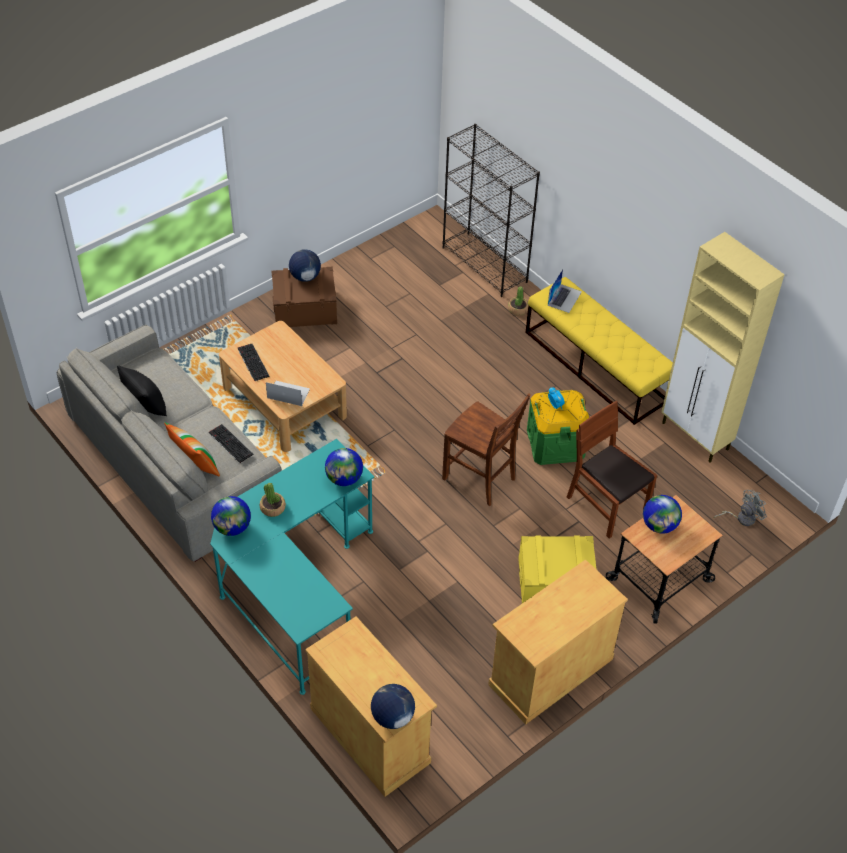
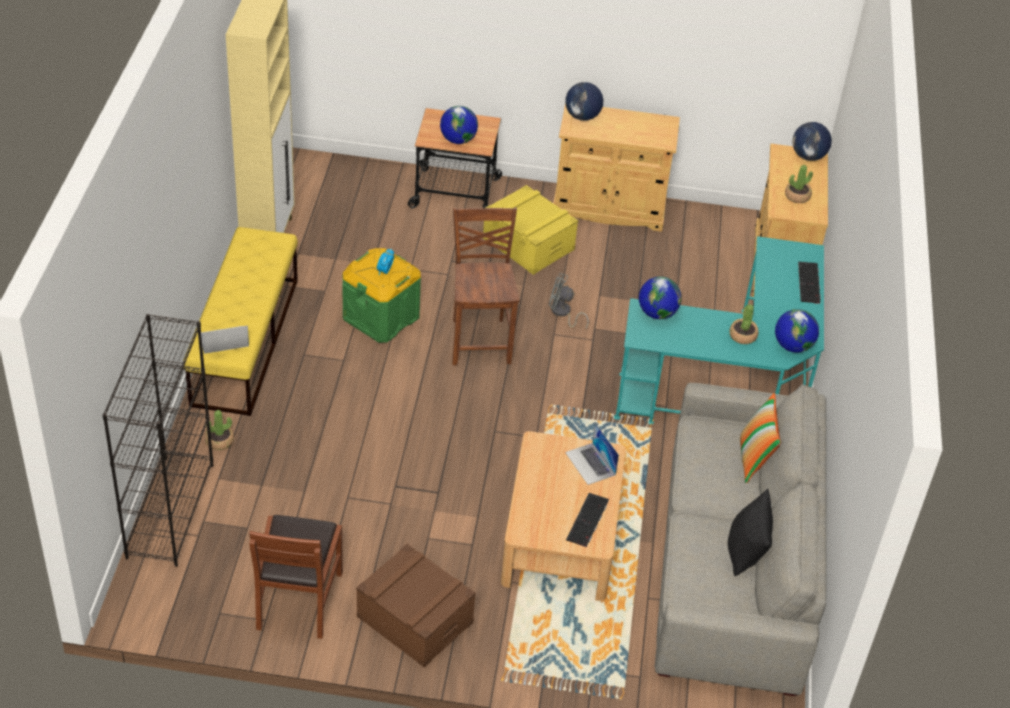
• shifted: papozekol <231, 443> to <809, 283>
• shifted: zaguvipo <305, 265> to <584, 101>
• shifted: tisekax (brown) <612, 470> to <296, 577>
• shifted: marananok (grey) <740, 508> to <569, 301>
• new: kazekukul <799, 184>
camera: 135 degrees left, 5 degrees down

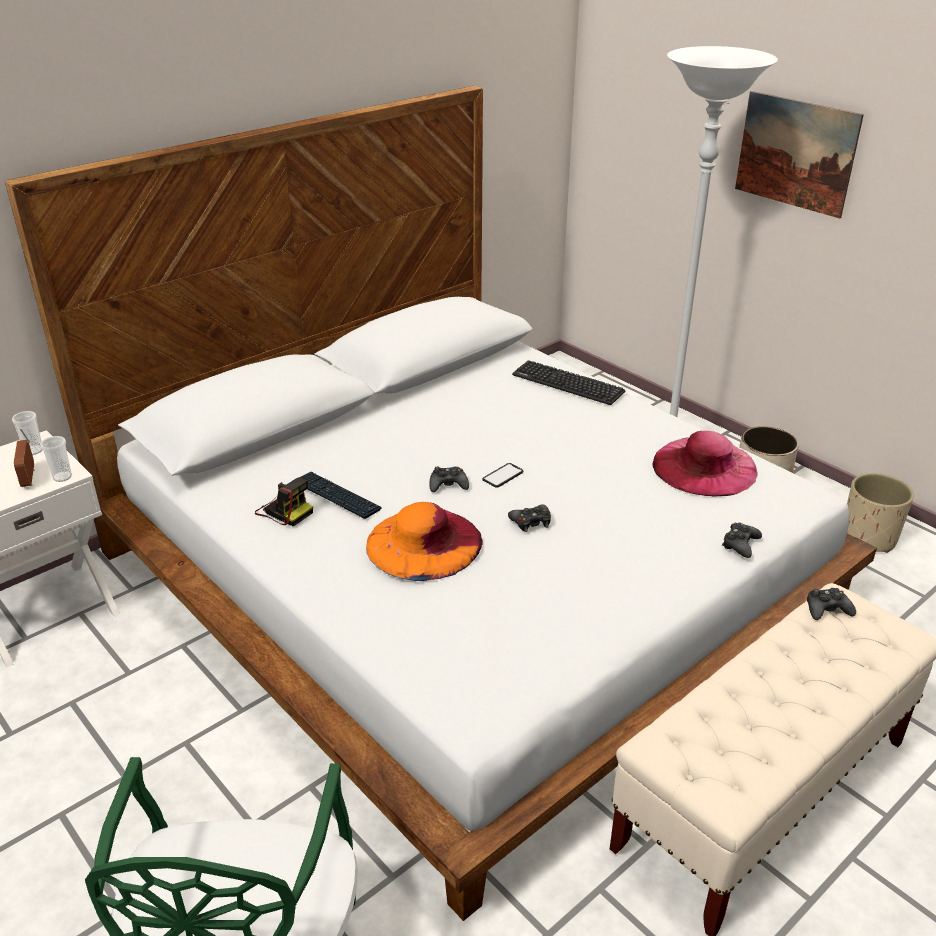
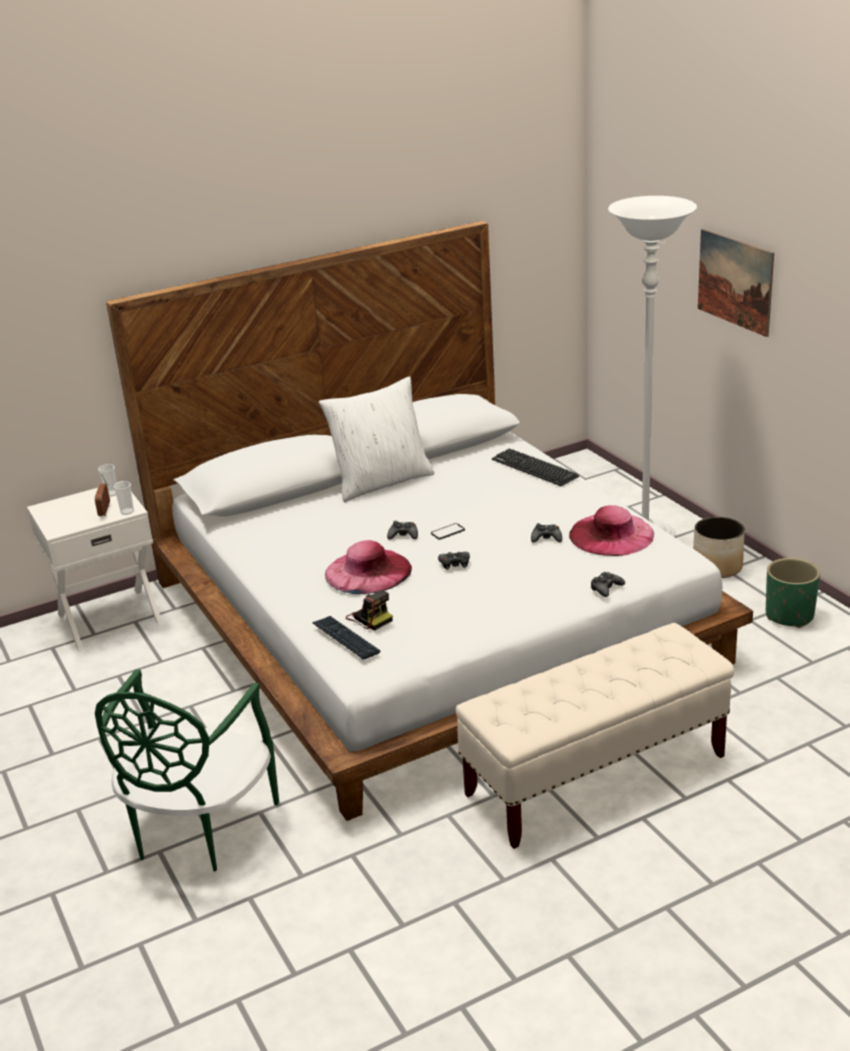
• shifted: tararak <284, 502> to <369, 610>
• shifted: papozekol <340, 495> to <346, 637>
• repainted: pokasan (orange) <424, 541> to pokasan (pink) <368, 567>
• shifted: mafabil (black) <831, 604> to <546, 533>
• repainted: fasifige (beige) <880, 513> to fasifige (green) <793, 593>
• new: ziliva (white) <377, 439>
camera: 15 degrees right, 5 degrees down

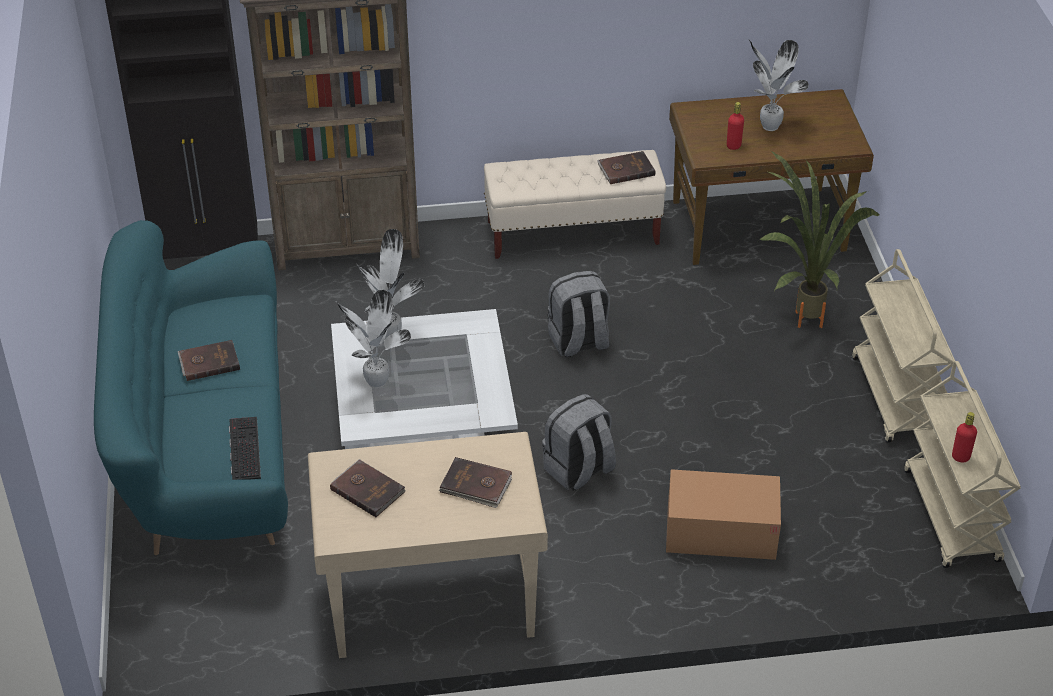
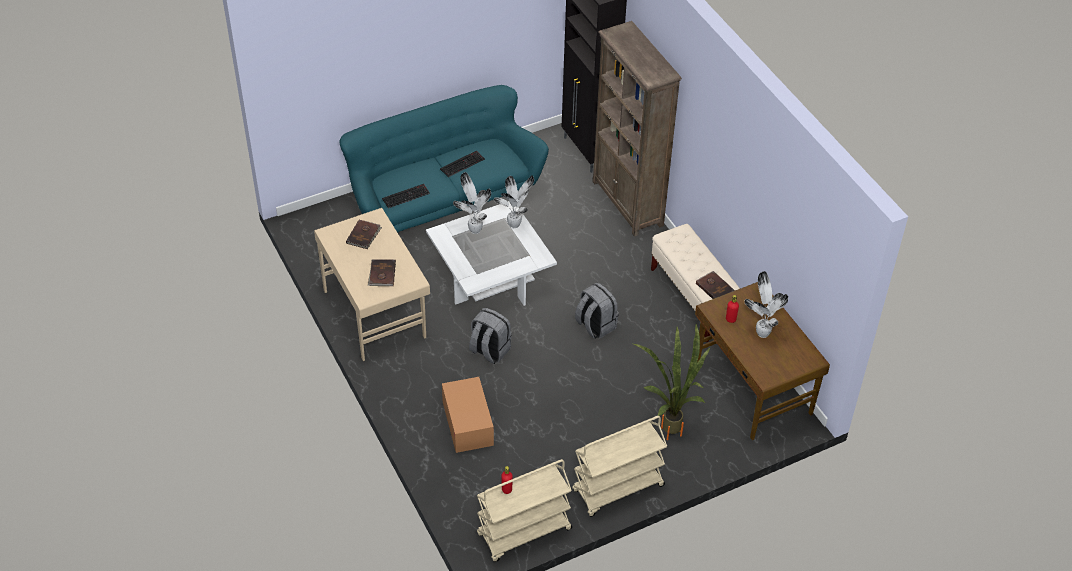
• swapped: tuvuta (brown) <209, 360> to papozekol <462, 164>
camera: 70 degrees right, 5 degrees up

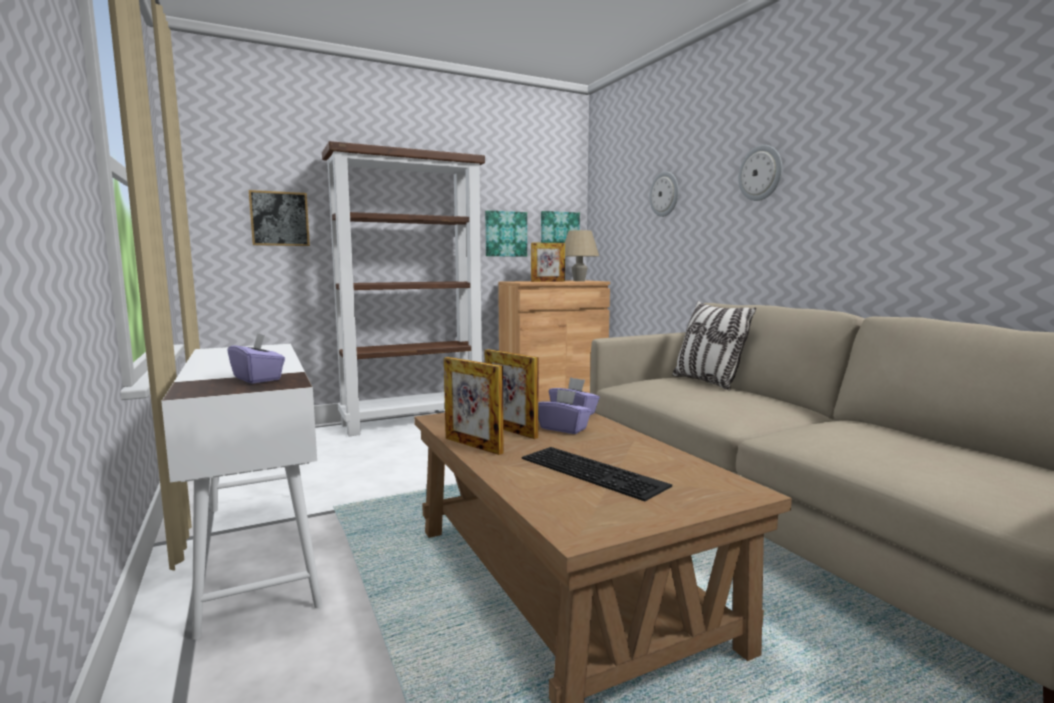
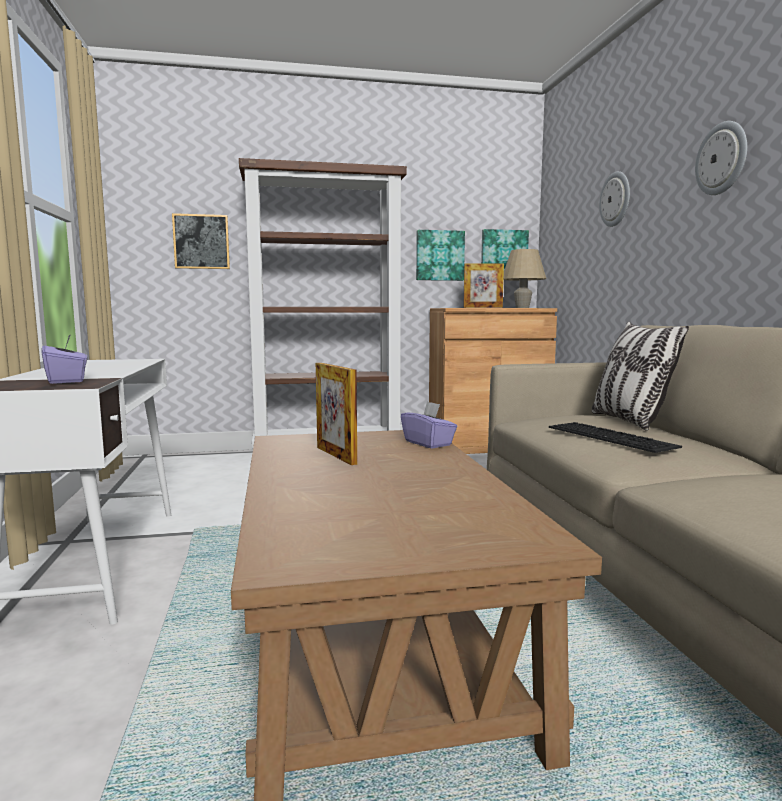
• gone: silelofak <473, 406>
• shifted: papozekol <597, 474> to <615, 437>
• gone: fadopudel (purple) <565, 411>
camera: 15 degrees right, 0 degrees up

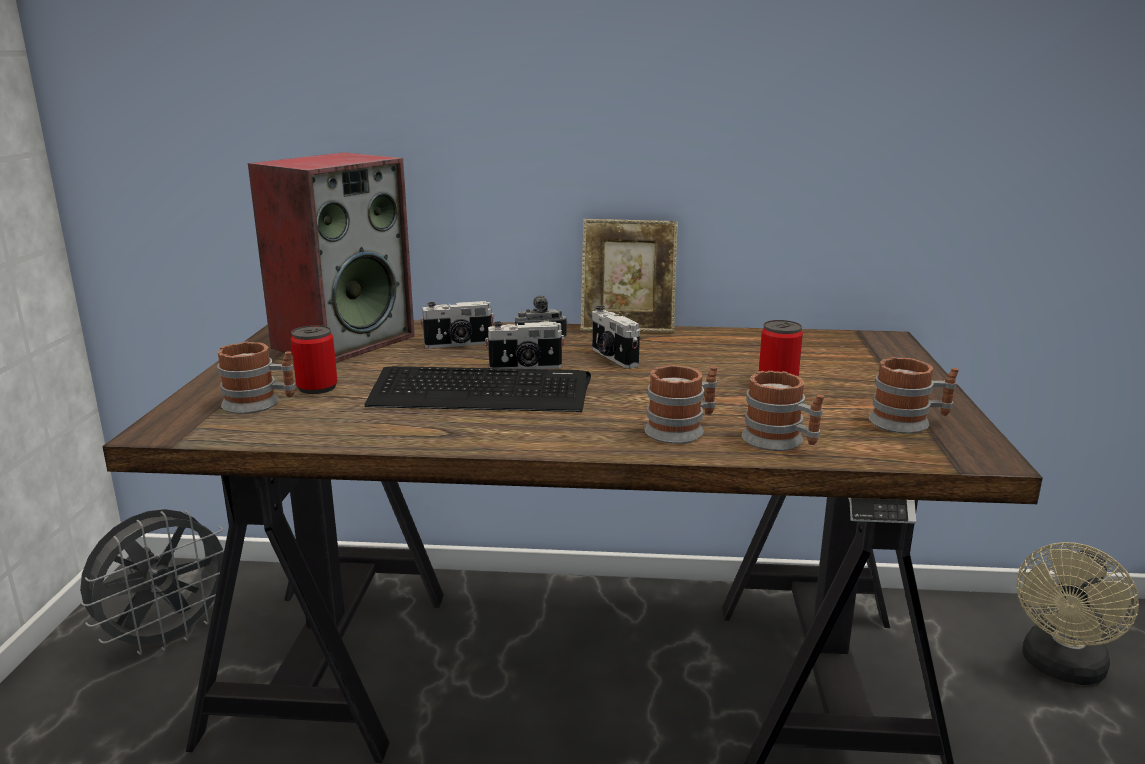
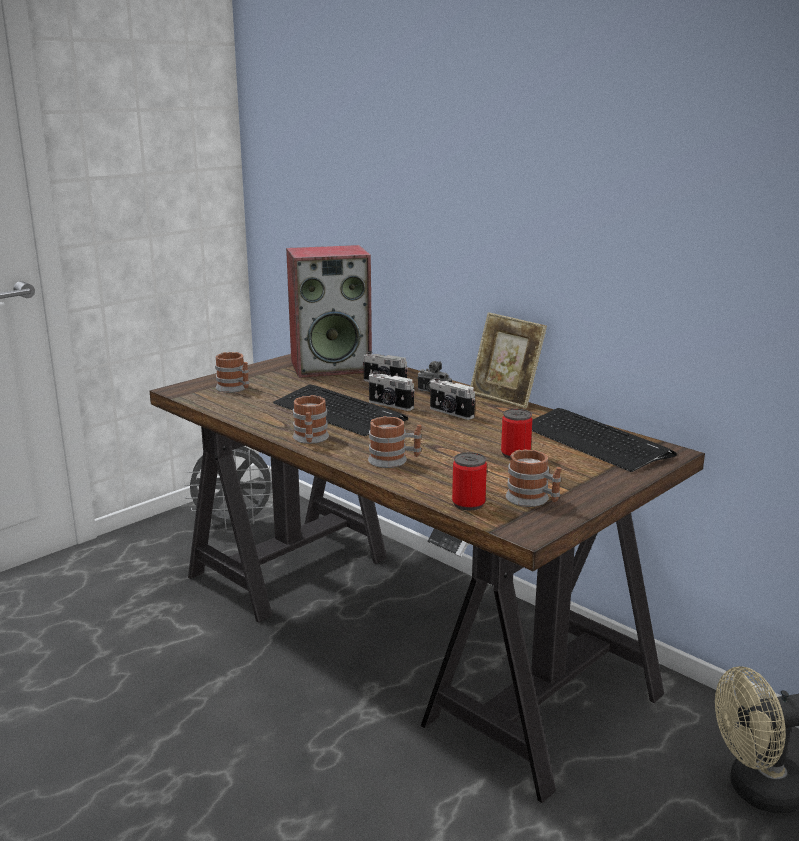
• shifted: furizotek <314, 359> to <469, 481>
• rotated: tararak <616, 337> = <452, 398> 60 degrees counterclockwise
• shifted: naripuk <783, 411> to <311, 419>
• new: papozekol <604, 440>
camera: 40 degrees right, 0 degrees up

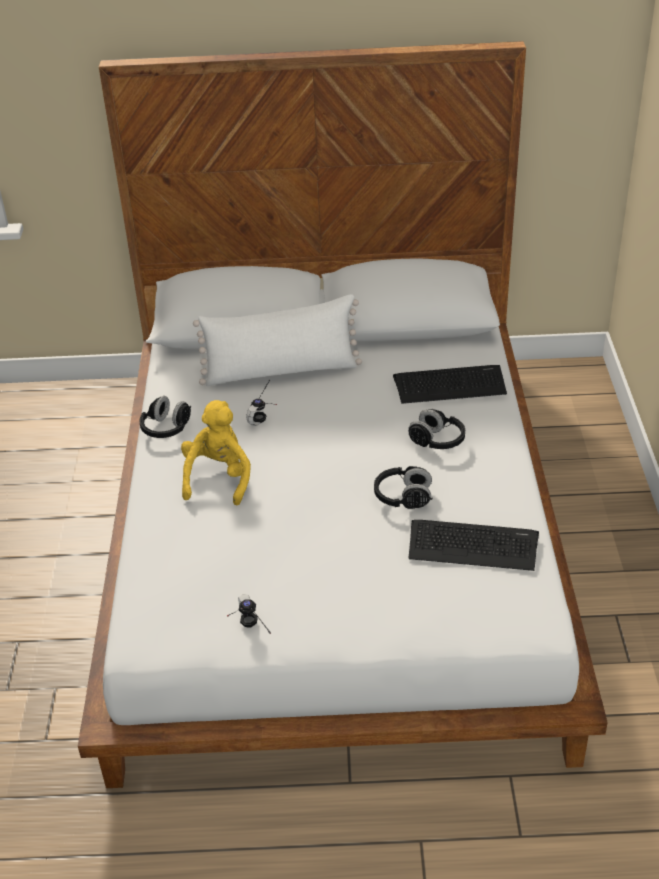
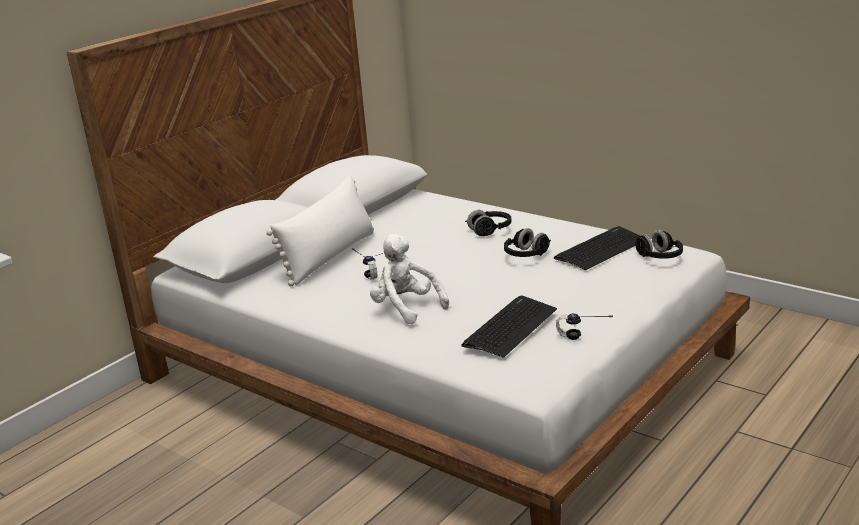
• shifted: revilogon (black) <165, 417> to <659, 244>
• repainted: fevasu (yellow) <216, 452> to fevasu (white) <409, 279>
• shifted: papozekol <450, 384> to <509, 327>
camera: 50 degrees left, 15 degrees down

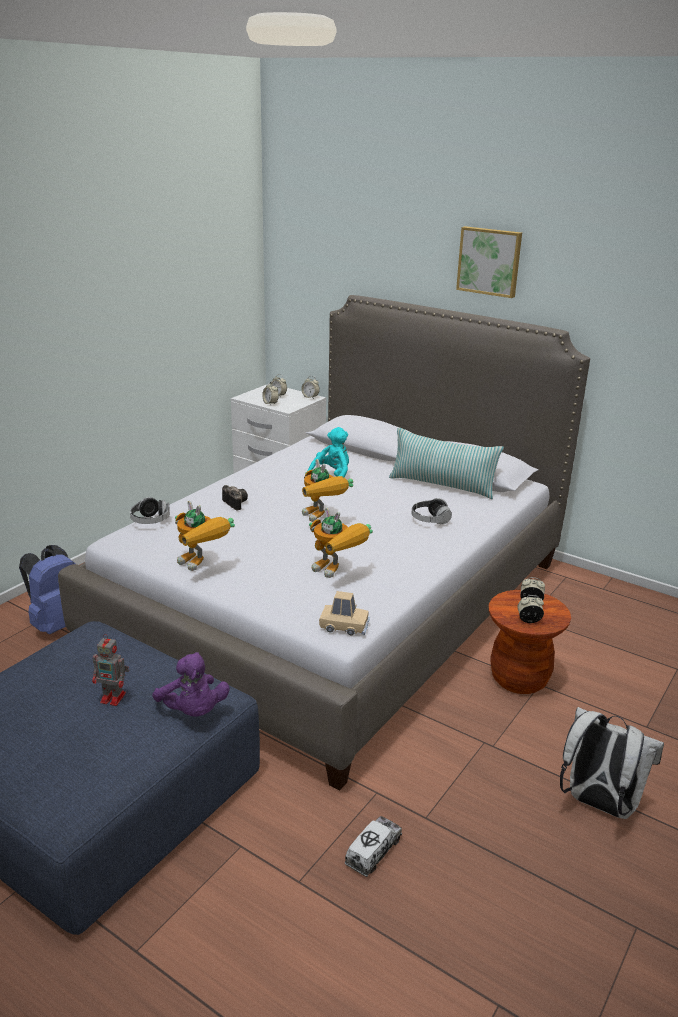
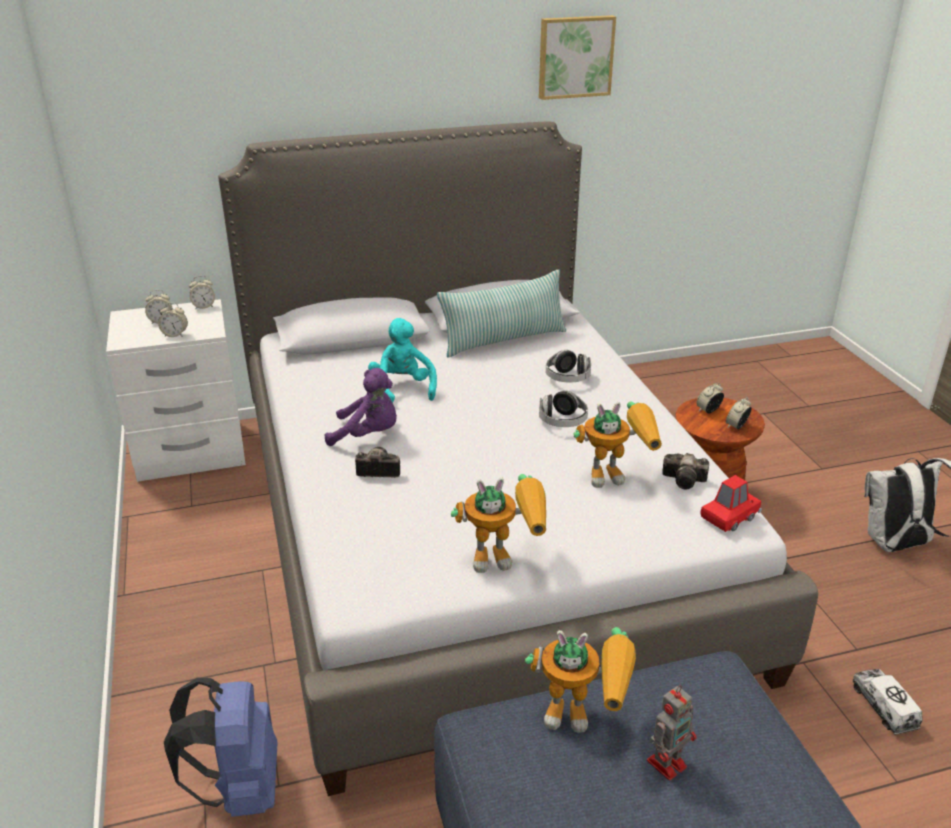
• shifted: revilogon <150, 510> to <563, 408>
• shifted: fevasu (purple) <191, 684> to <361, 407>
• shifted: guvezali <327, 490> to <580, 680>
• repainted: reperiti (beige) <344, 613> to reperiti (red) <731, 503>
• shifted: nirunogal <489, 262> to <577, 57>
• new: tararak <685, 471>
camera: 50 degrees left, 5 degrees up

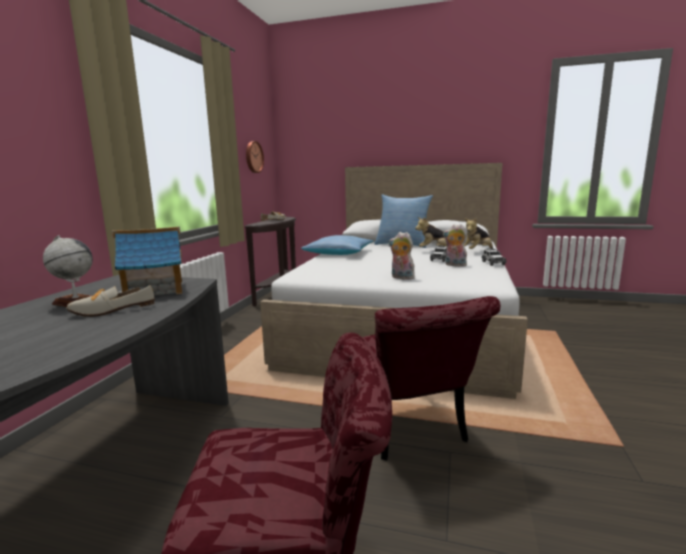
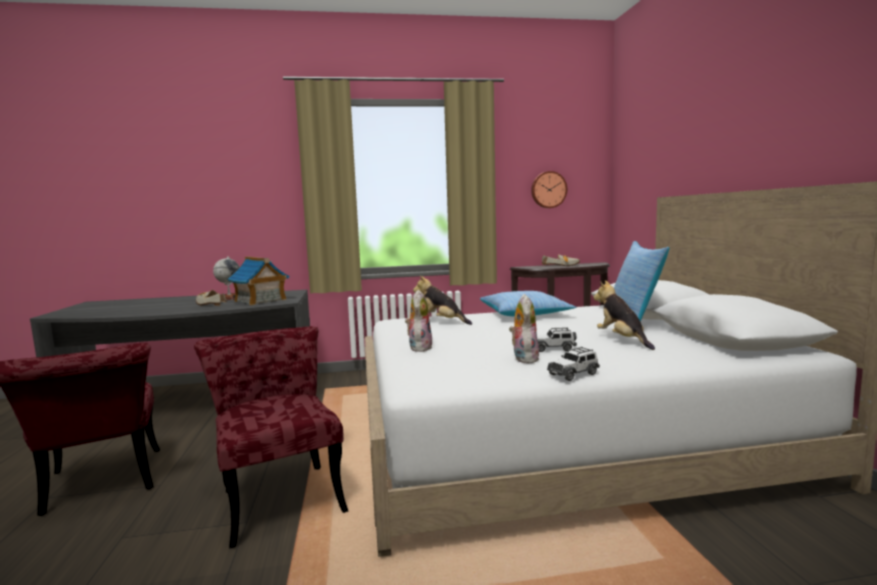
• rotated: tisekax (red) <431, 378> = <271, 437> 105 degrees clockwise
• shifted: fevasu <478, 233> to <442, 300>
camera: 65 degrees right, 5 degrees down

